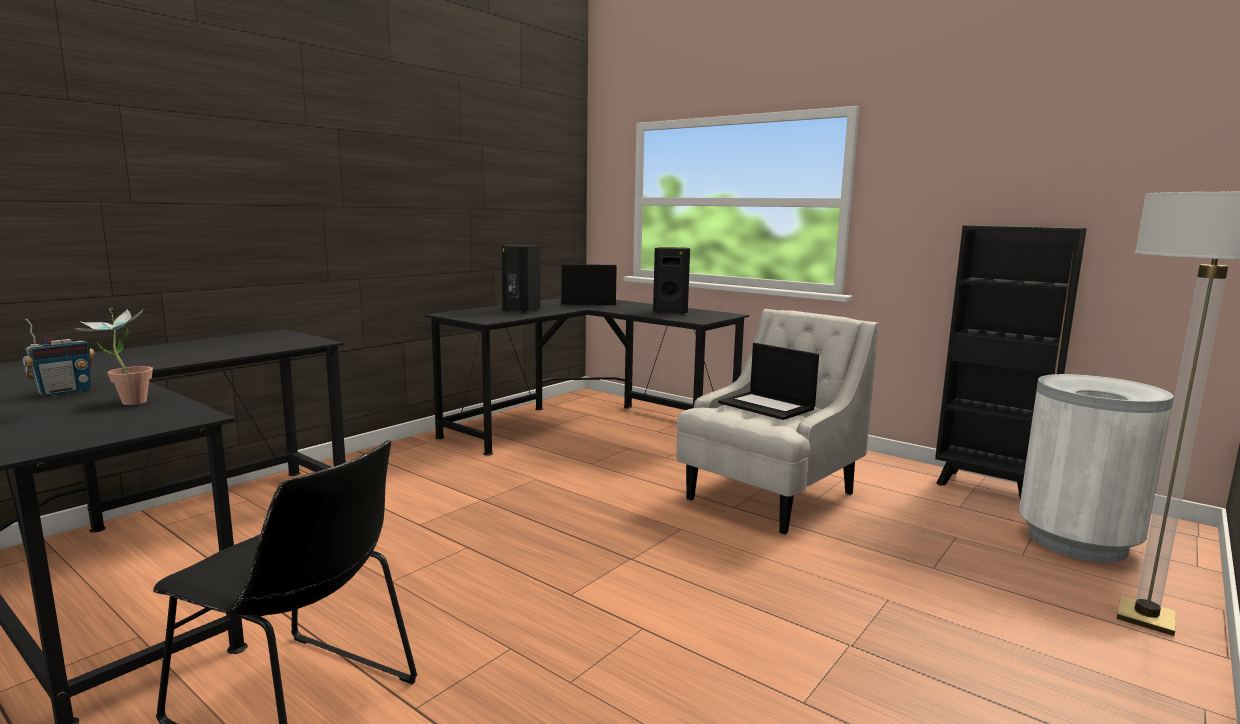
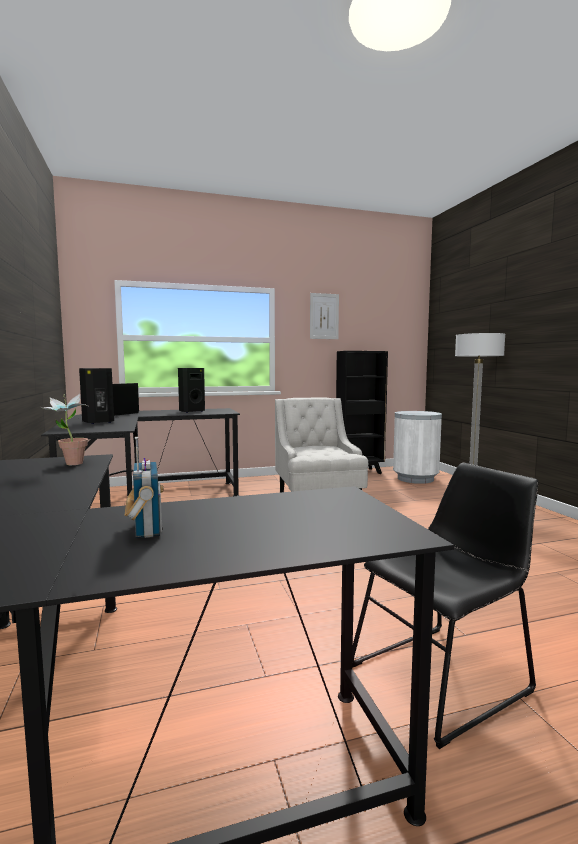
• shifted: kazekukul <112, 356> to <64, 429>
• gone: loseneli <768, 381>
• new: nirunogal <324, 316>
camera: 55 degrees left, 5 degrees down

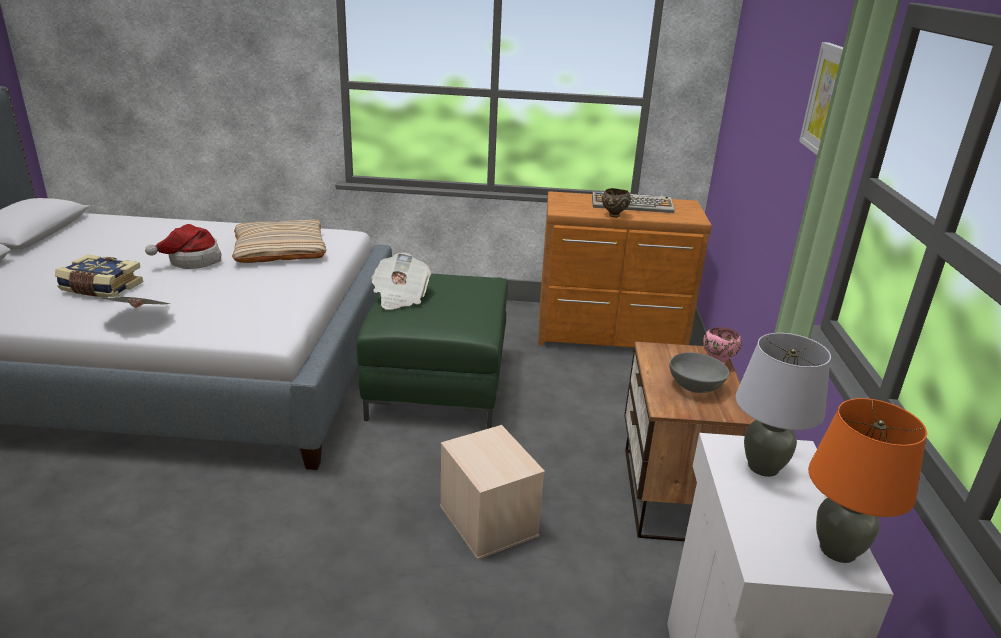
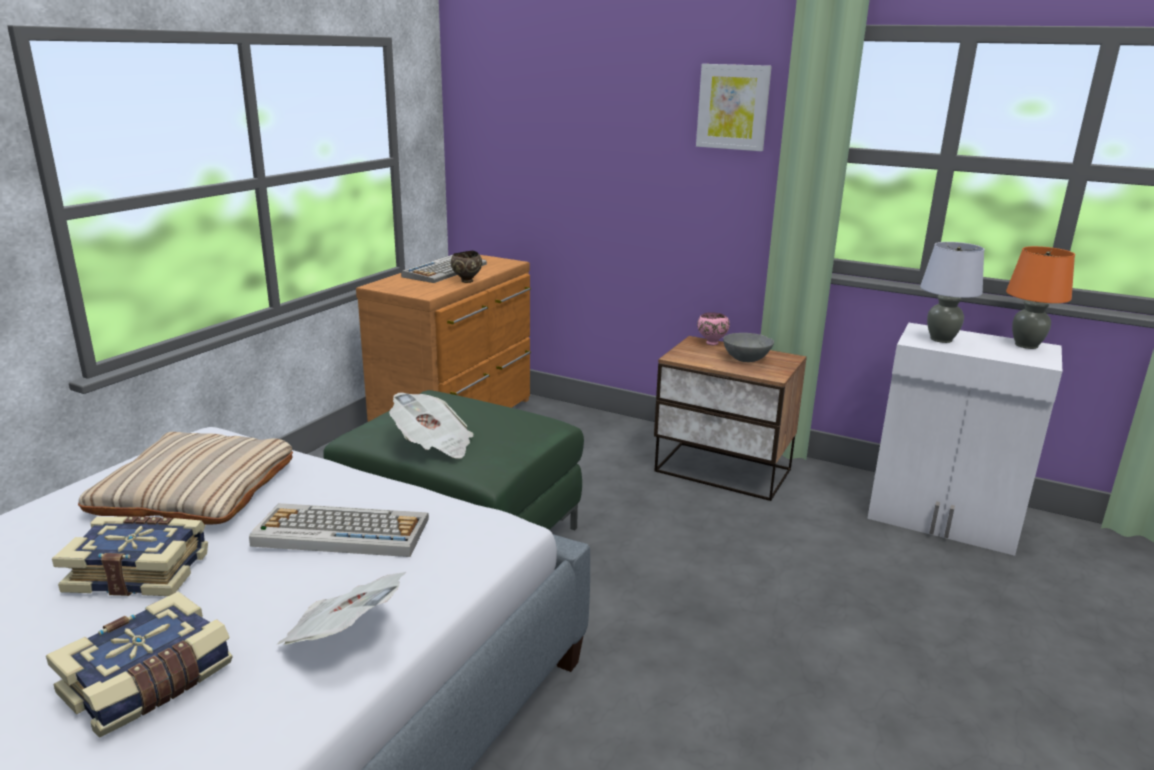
• swapped: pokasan <183, 246> to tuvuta <130, 556>
• gone: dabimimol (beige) <492, 492>
• new: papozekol <339, 530>
camera: 65 degrees left, 5 degrees down

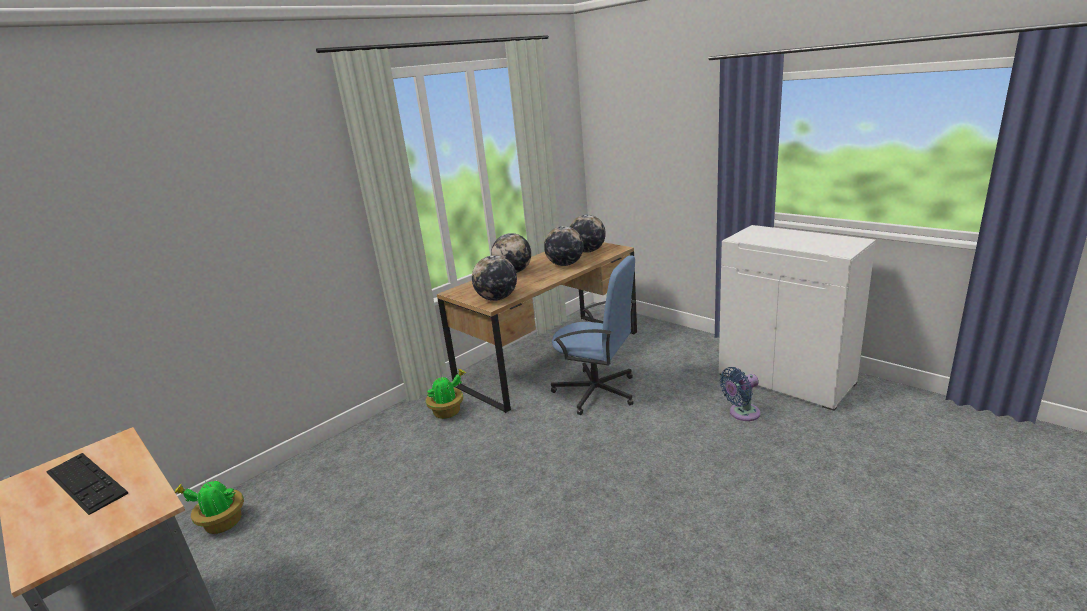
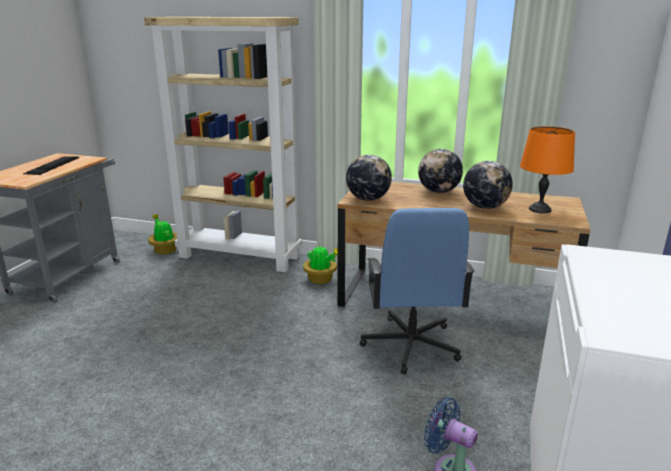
• swapped: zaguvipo <587, 234> to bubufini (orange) <547, 169>
• new: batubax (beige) <223, 144>
camera: 60 degrees right, 0 degrees up

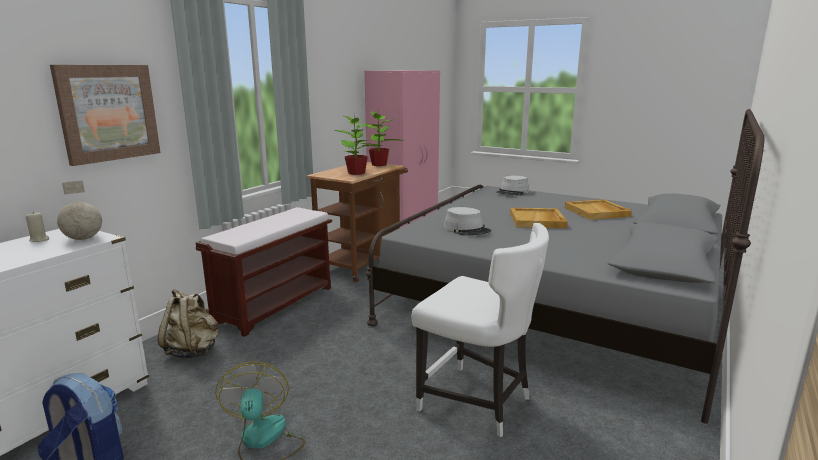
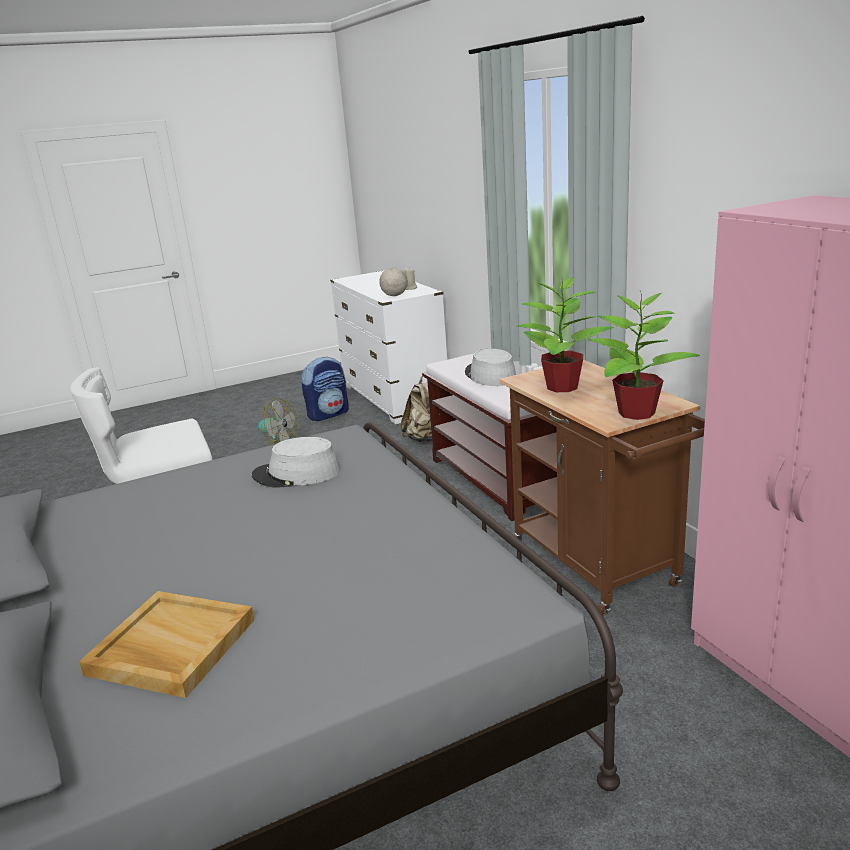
• gone: nirunogal <105, 115>
• shifted: pokasan (grey) <513, 185> to <490, 367>
• gone: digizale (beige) <539, 218>
camera: 125 degrees right, 5 degrees up

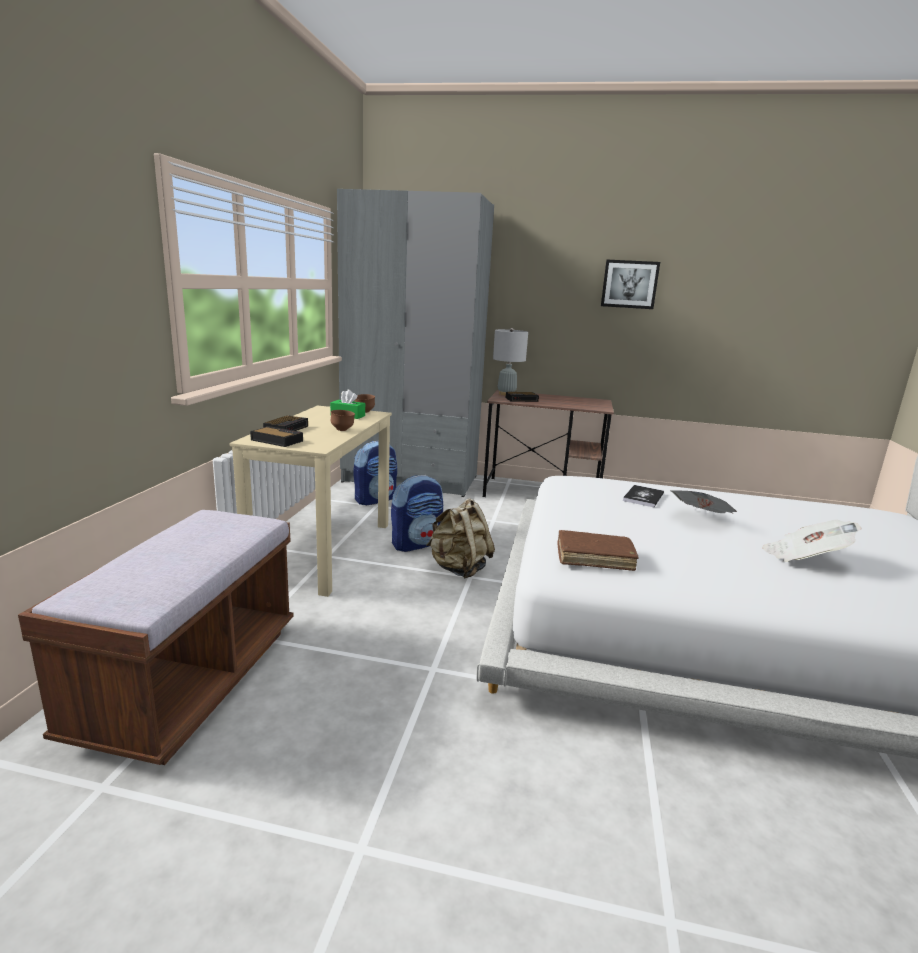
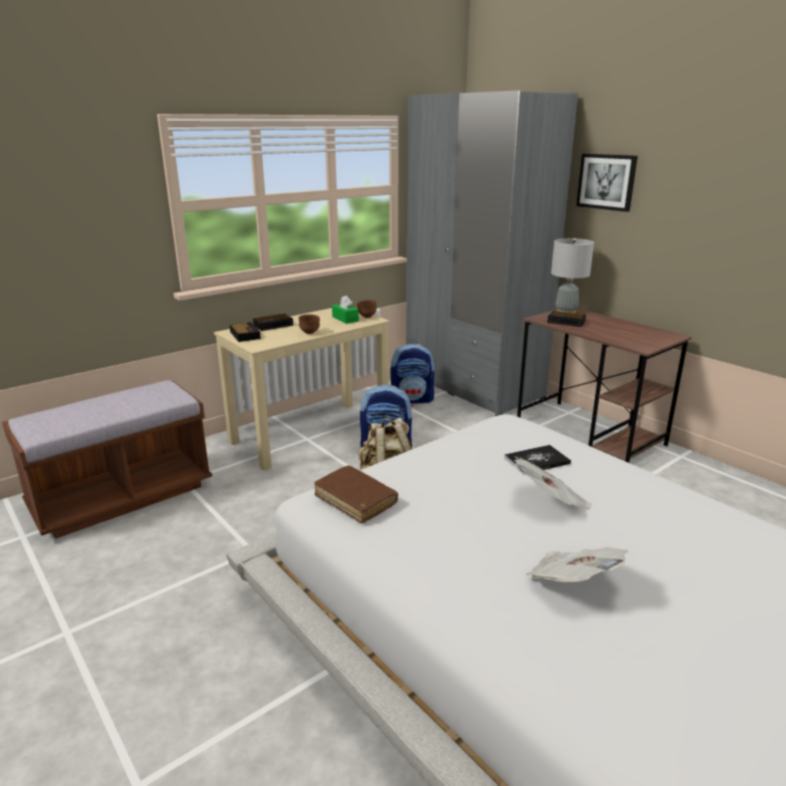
• shifted: nirunogal <630, 284> to <607, 183>
camera: 40 degrees right, 5 degrees up

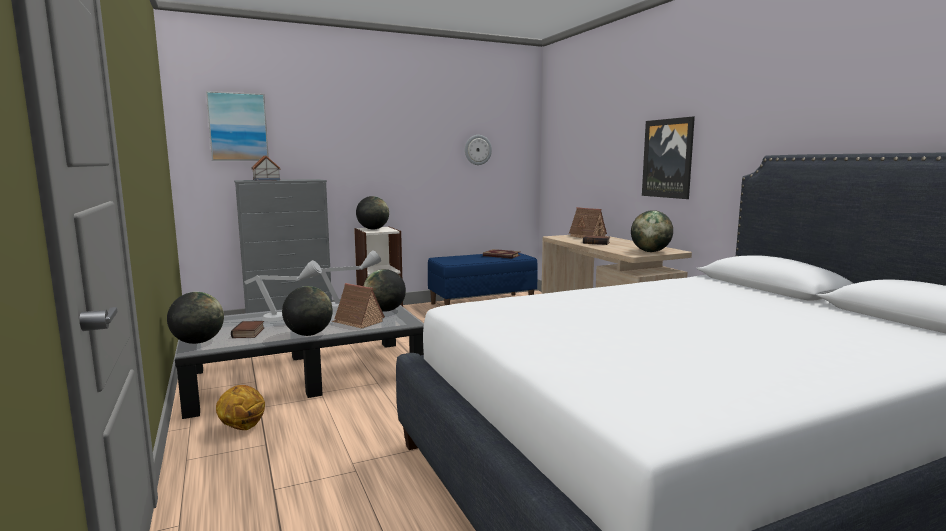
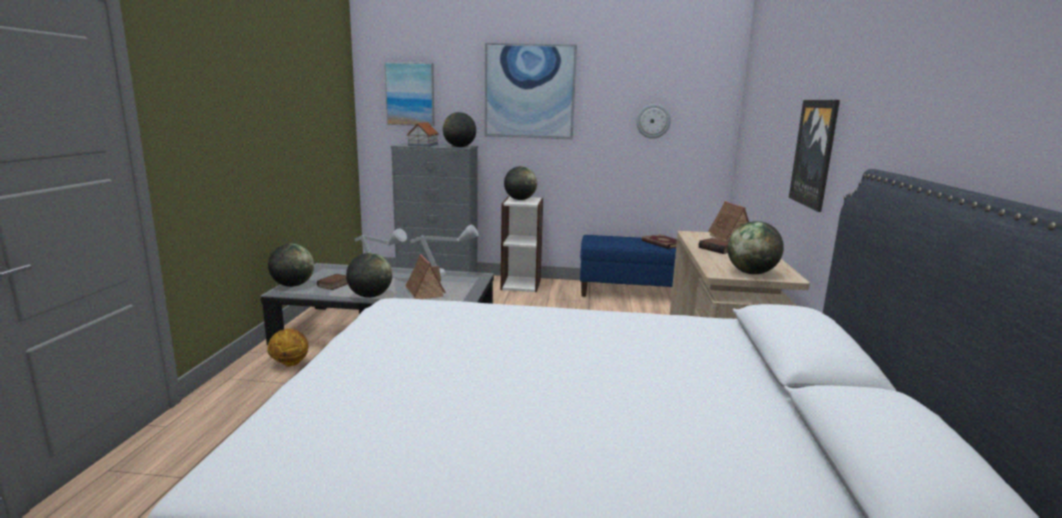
• shifted: zaguvipo <385, 290> to <459, 129>
• new: nirunogal <531, 91>
camera: 30 degrees right, 5 degrees up

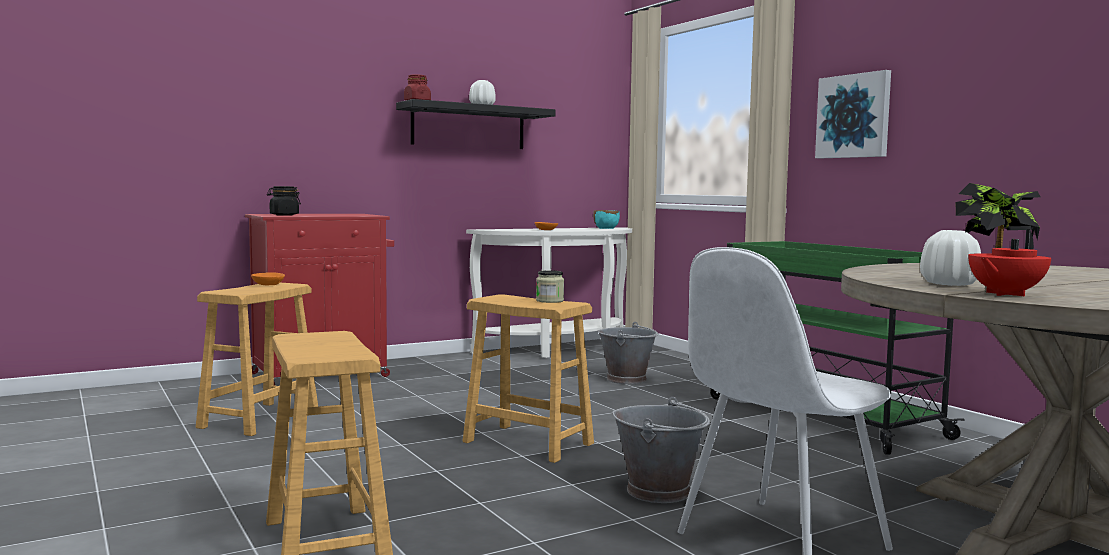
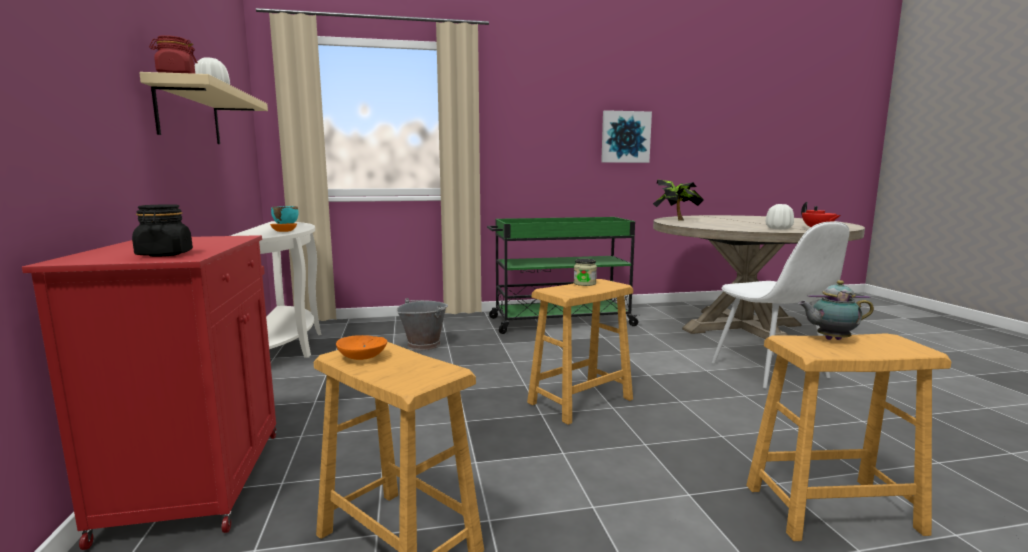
• repainted: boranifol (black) <476, 124> to boranifol (beige) <203, 108>
• gone: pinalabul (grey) <661, 450>
• shifted: nirunogal <853, 114> to <626, 136>
• new: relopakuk <836, 310>
camera: 70 degrees left, 5 degrees up

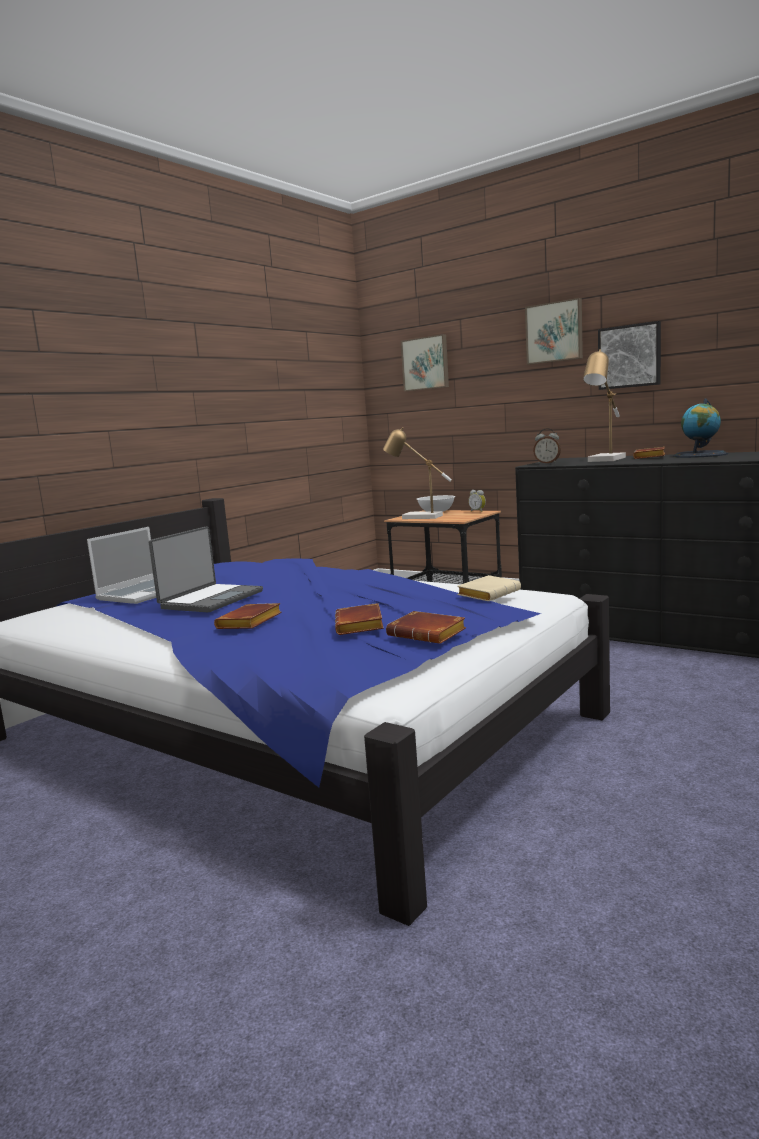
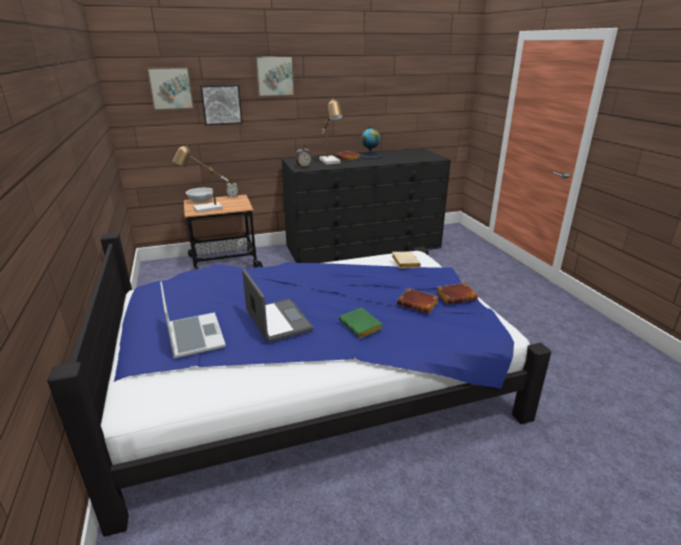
• repainted: tuvuta (brown) <248, 616> to tuvuta (green) <361, 322>
• shifted: nirunogal <629, 355> to <221, 104>
camera: 55 degrees left, 15 degrees up

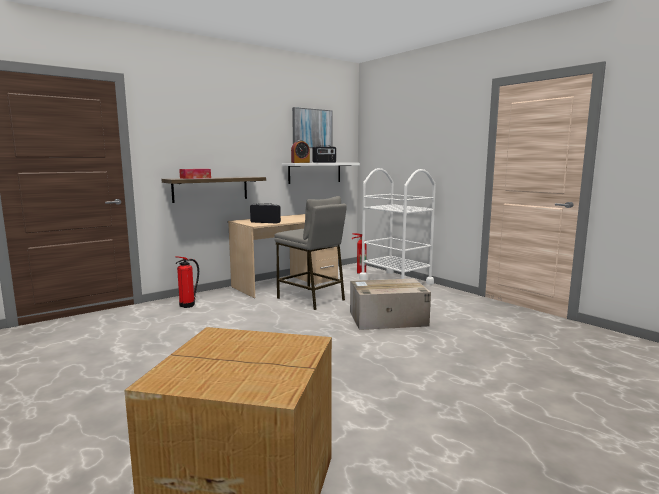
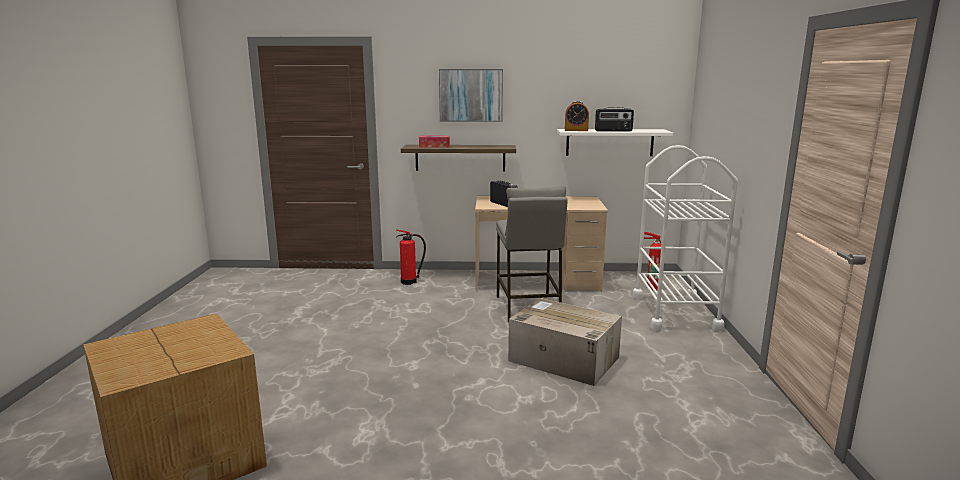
• shifted: nirunogal <312, 127> to <471, 95>
camera: 40 degrees right, 5 degrees up

